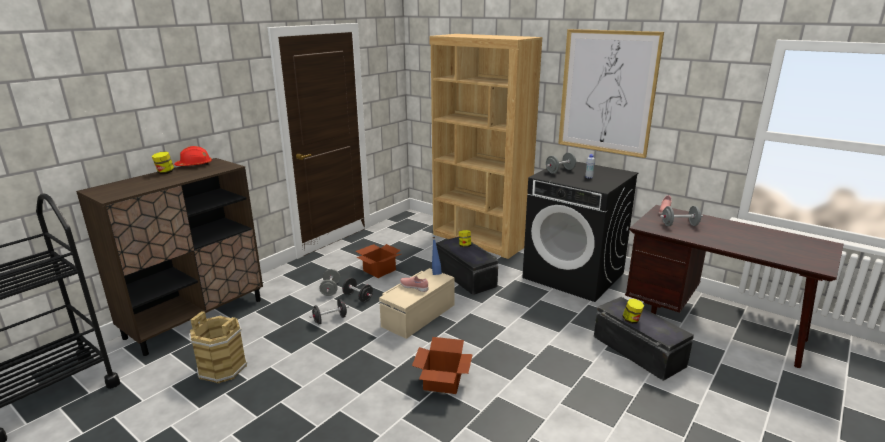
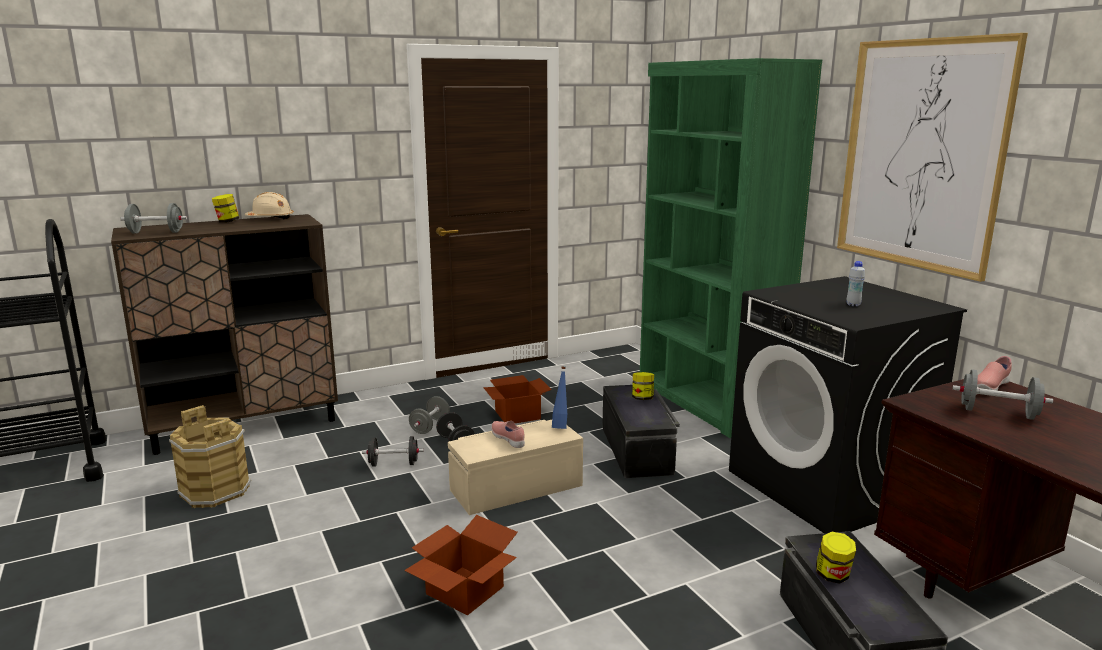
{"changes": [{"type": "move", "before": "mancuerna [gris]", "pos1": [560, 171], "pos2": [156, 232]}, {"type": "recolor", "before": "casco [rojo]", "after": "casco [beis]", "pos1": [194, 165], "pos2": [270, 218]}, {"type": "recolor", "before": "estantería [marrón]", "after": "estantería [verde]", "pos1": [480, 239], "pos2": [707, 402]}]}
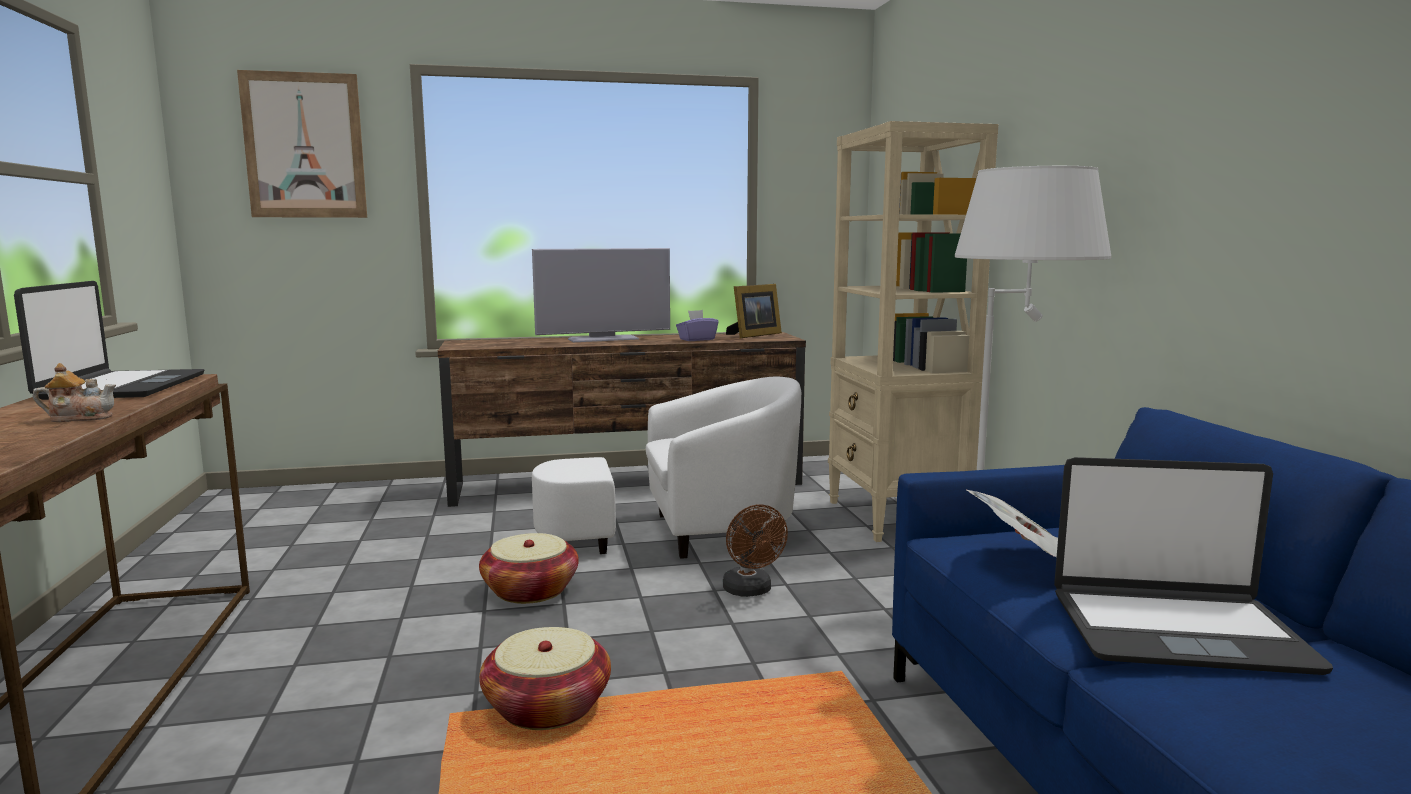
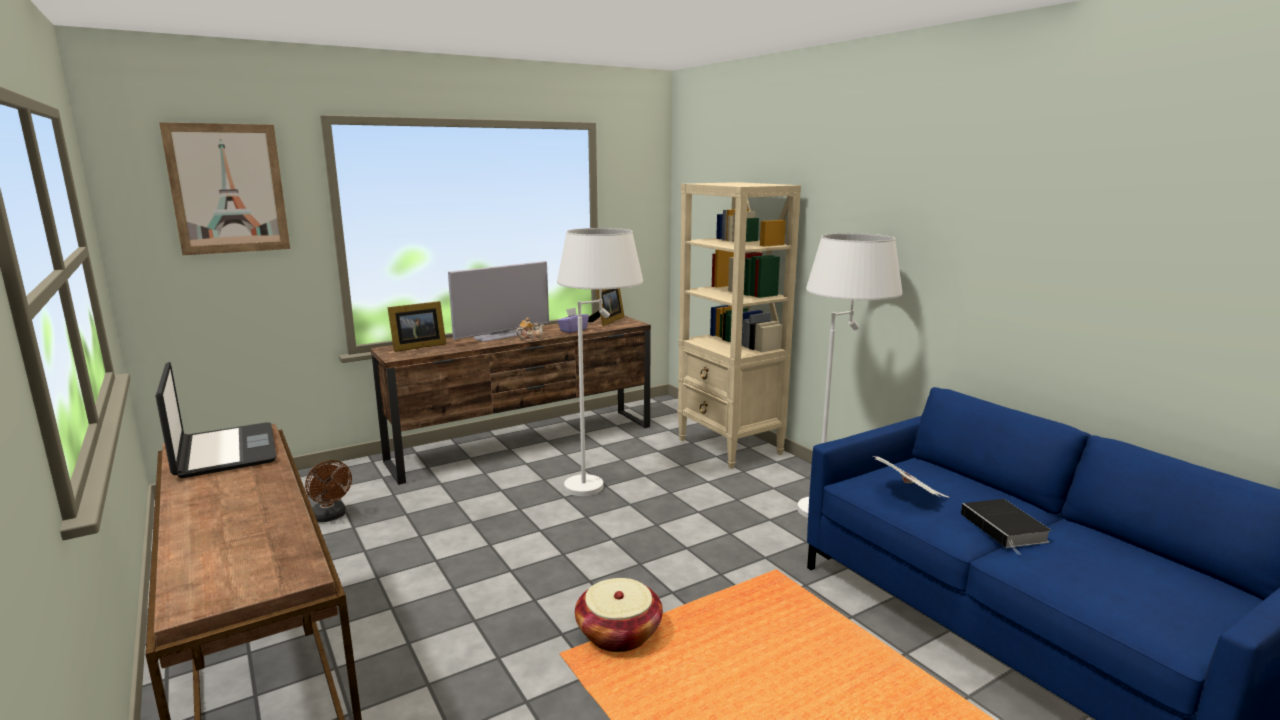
{"changes": [{"type": "delete", "before": "cesta", "pos1": [530, 591]}, {"type": "insert", "after": "portarretratos", "pos2": [416, 346]}, {"type": "move", "before": "tetera", "pos1": [80, 418], "pos2": [530, 339]}, {"type": "move", "before": "ventilador [marrón]", "pos1": [750, 591], "pos2": [330, 517]}, {"type": "replace", "before": "sillón [blanco]", "after": "lámpara de pie [blanco]", "pos1": [686, 534], "pos2": [603, 482]}, {"type": "replace", "before": "portátil", "after": "libro", "pos1": [1177, 631], "pos2": [1006, 529]}]}
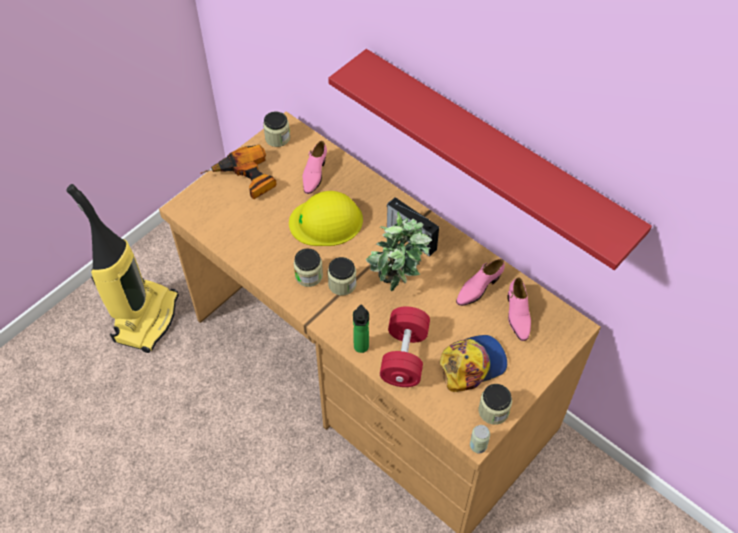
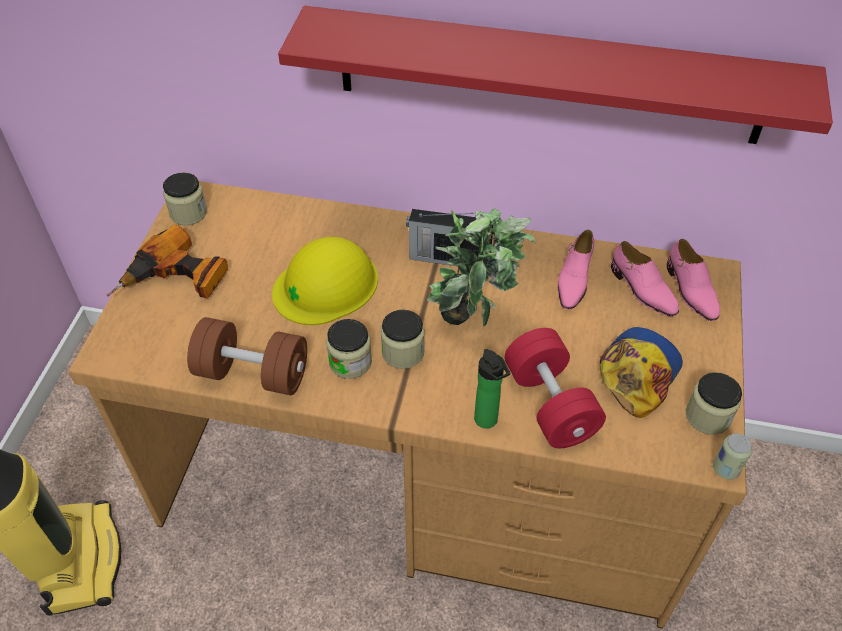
{"changes": [{"type": "insert", "after": "mancuerna [marrón]", "pos2": [252, 373]}, {"type": "move", "before": "zapato [rosa]", "pos1": [314, 174], "pos2": [690, 291]}]}
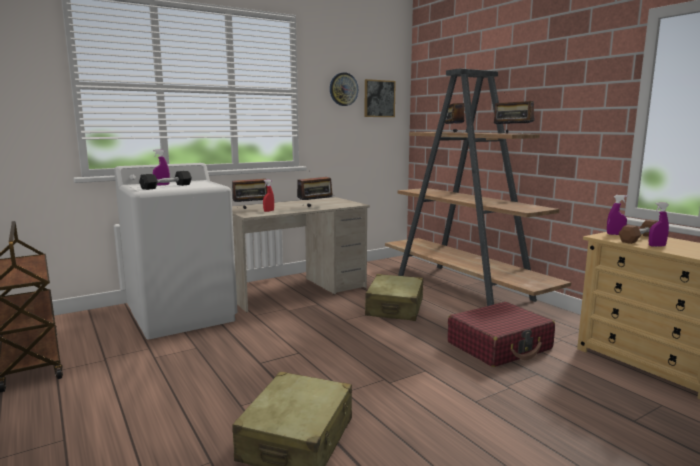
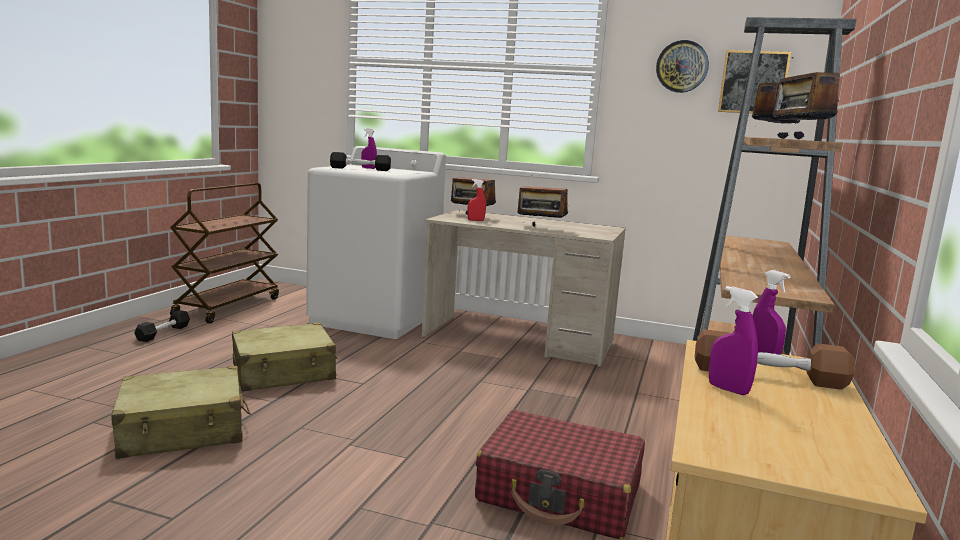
{"changes": [{"type": "insert", "after": "mancuerna [negro]", "pos2": [163, 333]}, {"type": "move", "before": "maleta [beis]", "pos1": [395, 308], "pos2": [284, 373]}]}
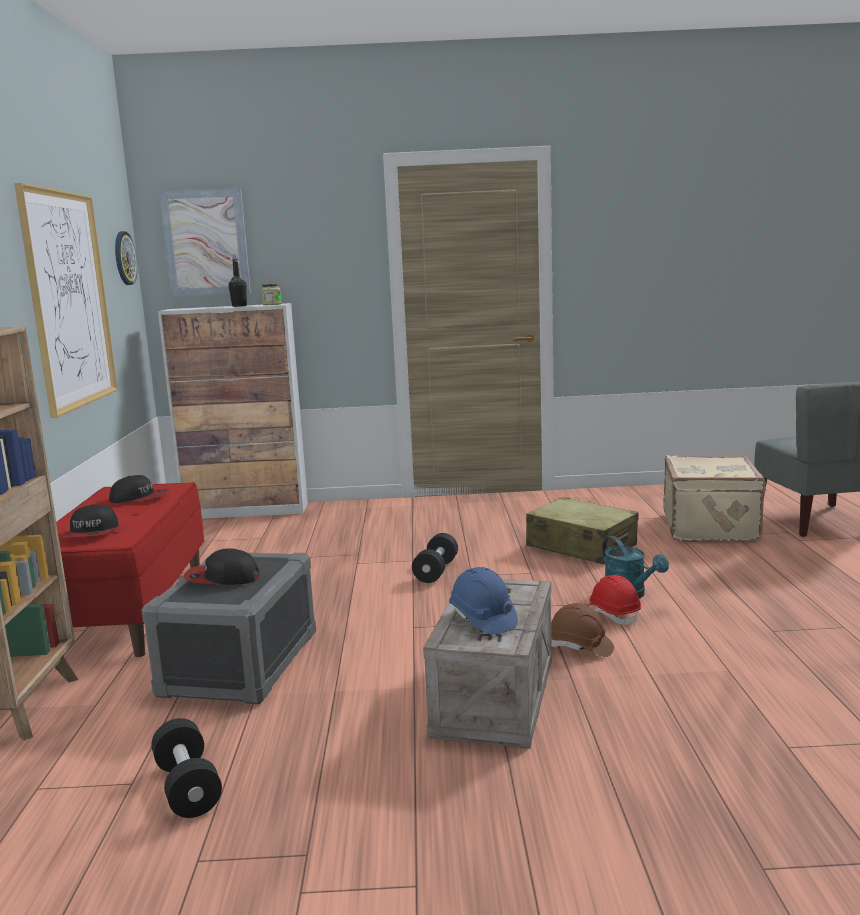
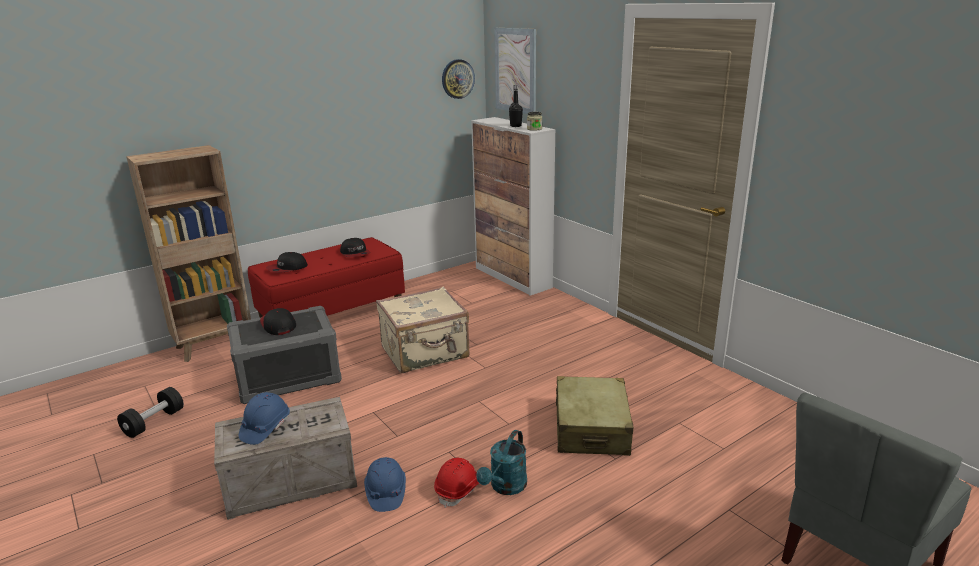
{"changes": [{"type": "delete", "before": "cuadro", "pos1": [69, 299]}, {"type": "delete", "before": "mancuerna [negro]", "pos1": [436, 571]}, {"type": "move", "before": "maleta [beis]", "pos1": [712, 527], "pos2": [425, 353]}, {"type": "recolor", "before": "casco [marrón]", "after": "casco [azul]", "pos1": [580, 647], "pos2": [385, 493]}]}
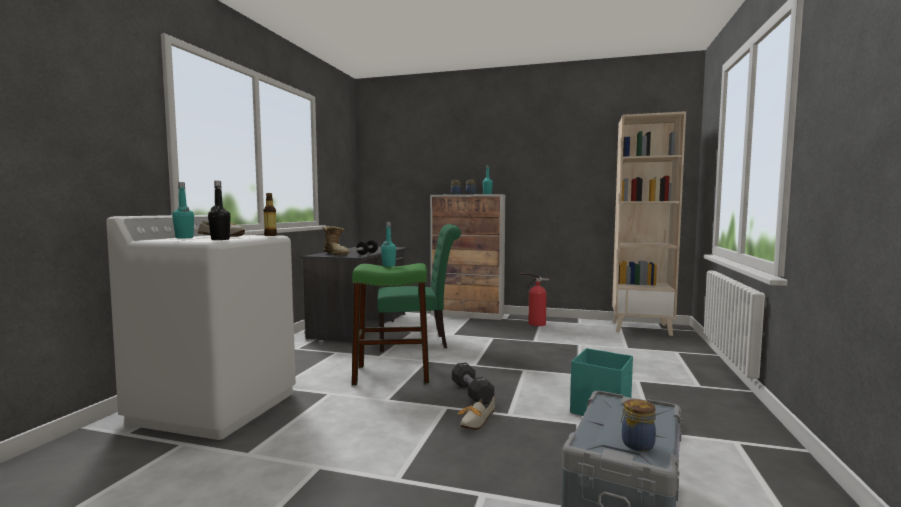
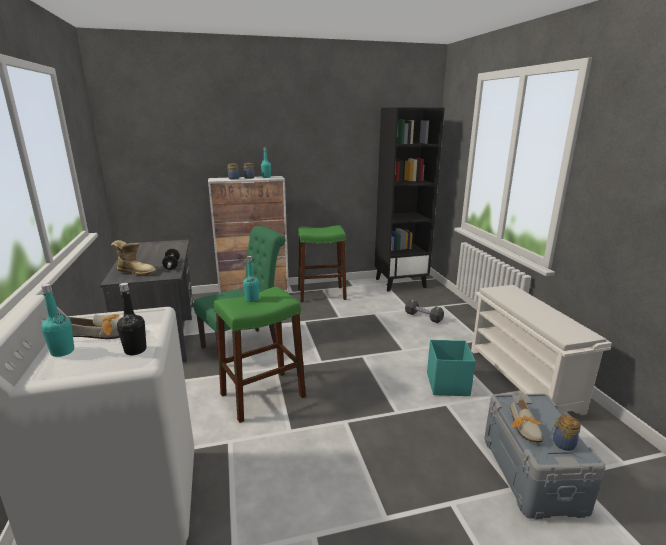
{"changes": [{"type": "delete", "before": "botella", "pos1": [270, 235]}, {"type": "insert", "after": "zapatero [blanco]", "pos2": [523, 379]}, {"type": "move", "before": "mancuerna [negro]", "pos1": [471, 393], "pos2": [423, 317]}, {"type": "move", "before": "zapato", "pos1": [475, 422], "pos2": [525, 428]}, {"type": "replace", "before": "extintor", "after": "taburete [verde]", "pos1": [535, 324], "pos2": [321, 294]}, {"type": "recolor", "before": "estantería [beis]", "after": "estantería [negro]", "pos1": [641, 328], "pos2": [400, 283]}]}
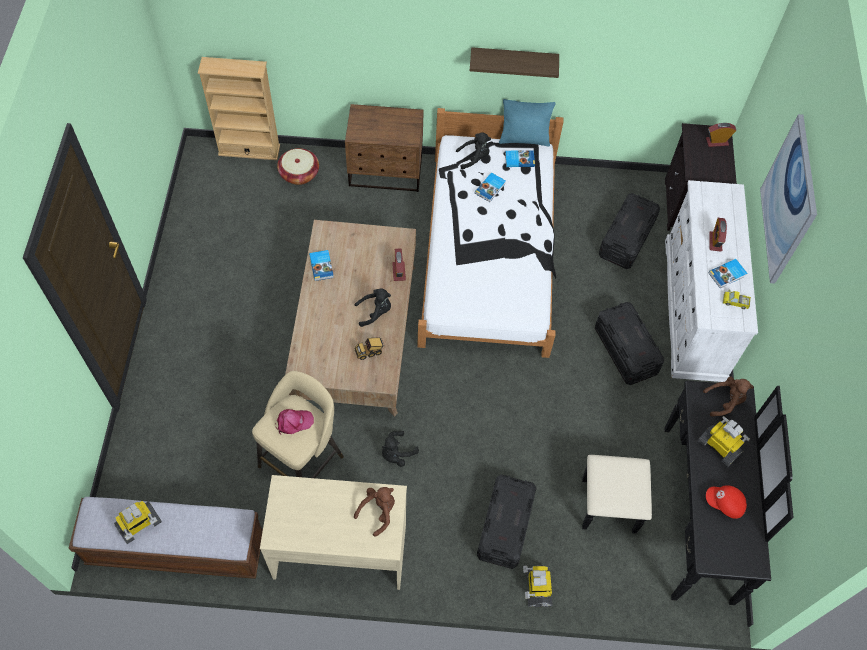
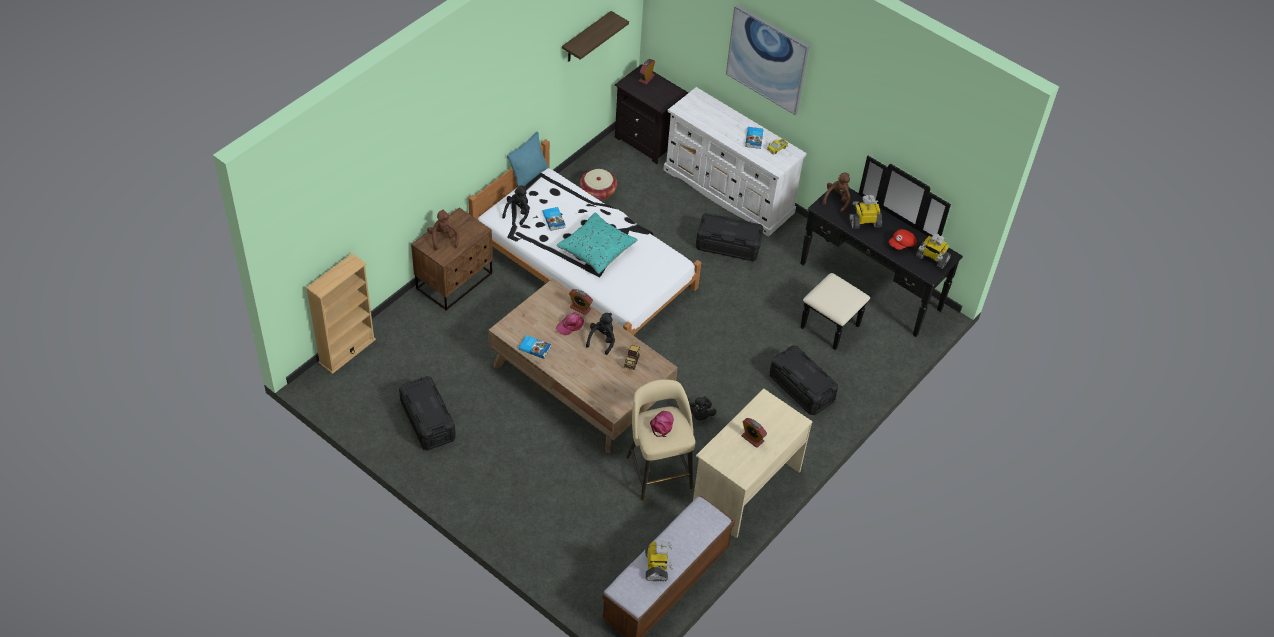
{"changes": [{"type": "delete", "before": "libro", "pos1": [519, 159]}, {"type": "insert", "after": "cojín [turquesa]", "pos2": [596, 250]}, {"type": "insert", "after": "gorra [rosa]", "pos2": [570, 325]}, {"type": "move", "before": "cesta", "pos1": [299, 174], "pos2": [598, 191]}, {"type": "move", "before": "peluche [marrón]", "pos1": [378, 511], "pos2": [443, 239]}, {"type": "move", "before": "estante", "pos1": [513, 61], "pos2": [586, 38]}, {"type": "move", "before": "robot de juguete", "pos1": [537, 588], "pos2": [931, 258]}, {"type": "move", "before": "caja de almacenaje [negro]", "pos1": [626, 239], "pos2": [428, 421]}, {"type": "move", "before": "despertador", "pos1": [715, 242], "pos2": [752, 438]}]}
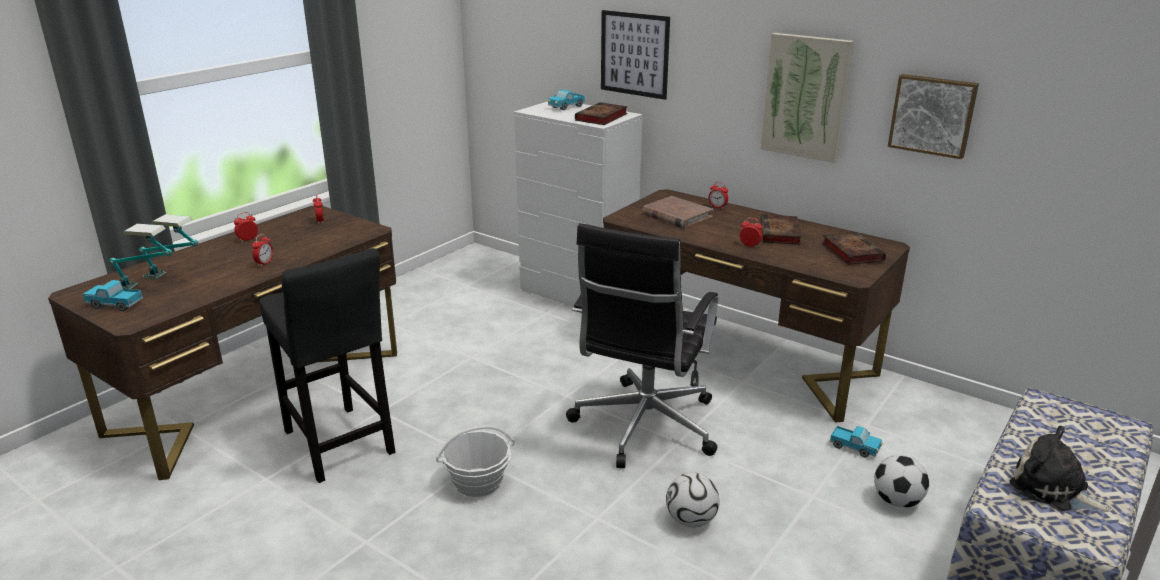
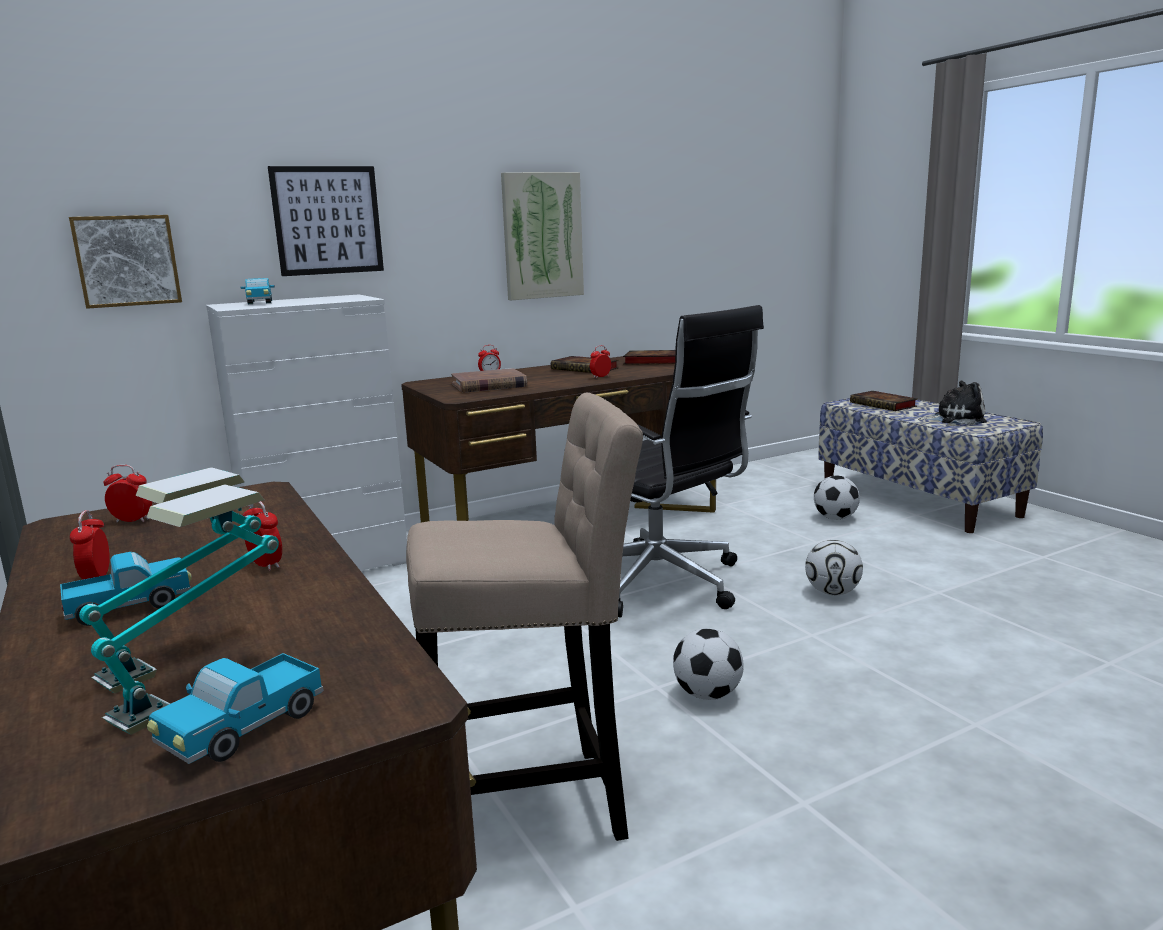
{"changes": [{"type": "move", "before": "libro", "pos1": [601, 118], "pos2": [884, 405]}, {"type": "move", "before": "camión de juguete", "pos1": [855, 448], "pos2": [131, 607]}, {"type": "move", "before": "cuadro", "pos1": [932, 115], "pos2": [127, 261]}, {"type": "replace", "before": "cesta", "after": "balón de fútbol", "pos1": [478, 482], "pos2": [707, 694]}, {"type": "recolor", "before": "taburete [negro]", "after": "taburete [beis]", "pos1": [339, 446], "pos2": [534, 805]}, {"type": "rotate", "before": "peluche", "pos1": [1053, 489], "pos2": [955, 419], "turn": -150}]}
